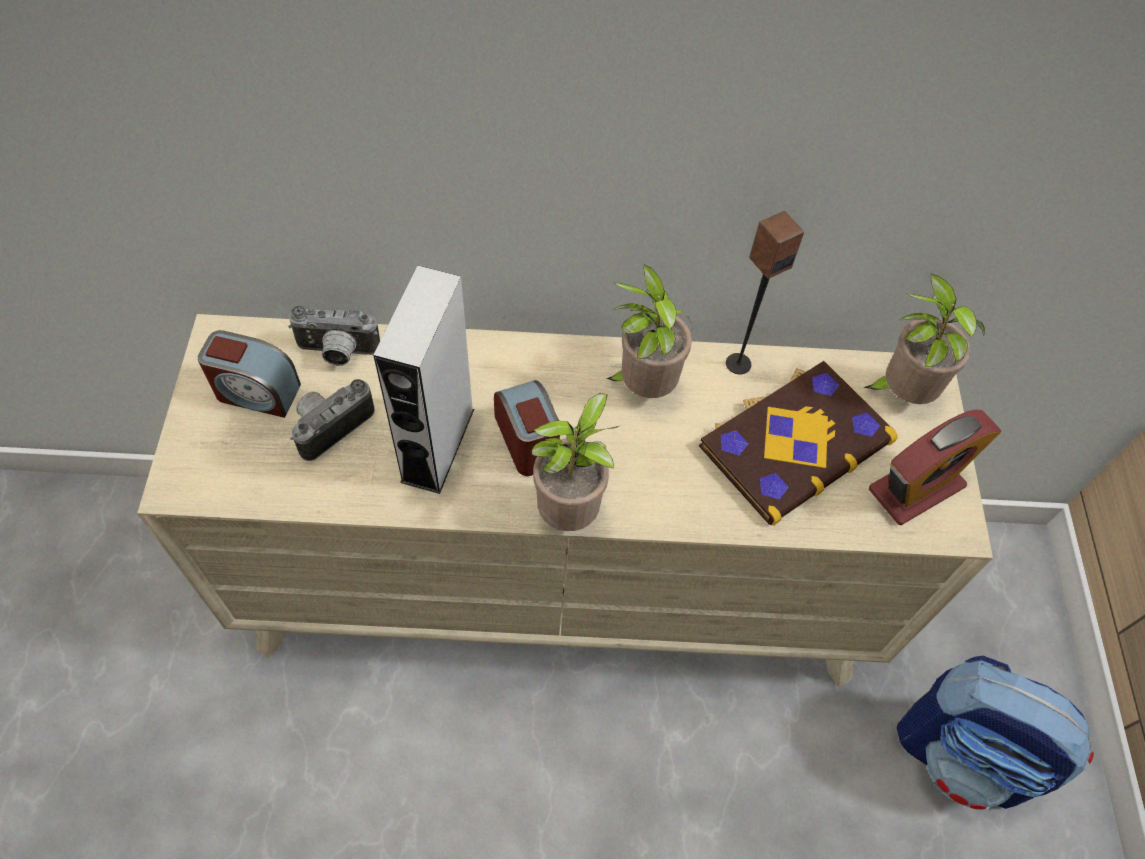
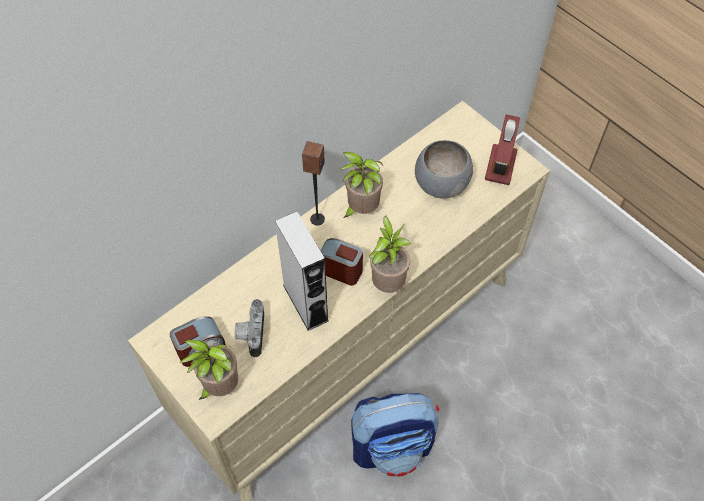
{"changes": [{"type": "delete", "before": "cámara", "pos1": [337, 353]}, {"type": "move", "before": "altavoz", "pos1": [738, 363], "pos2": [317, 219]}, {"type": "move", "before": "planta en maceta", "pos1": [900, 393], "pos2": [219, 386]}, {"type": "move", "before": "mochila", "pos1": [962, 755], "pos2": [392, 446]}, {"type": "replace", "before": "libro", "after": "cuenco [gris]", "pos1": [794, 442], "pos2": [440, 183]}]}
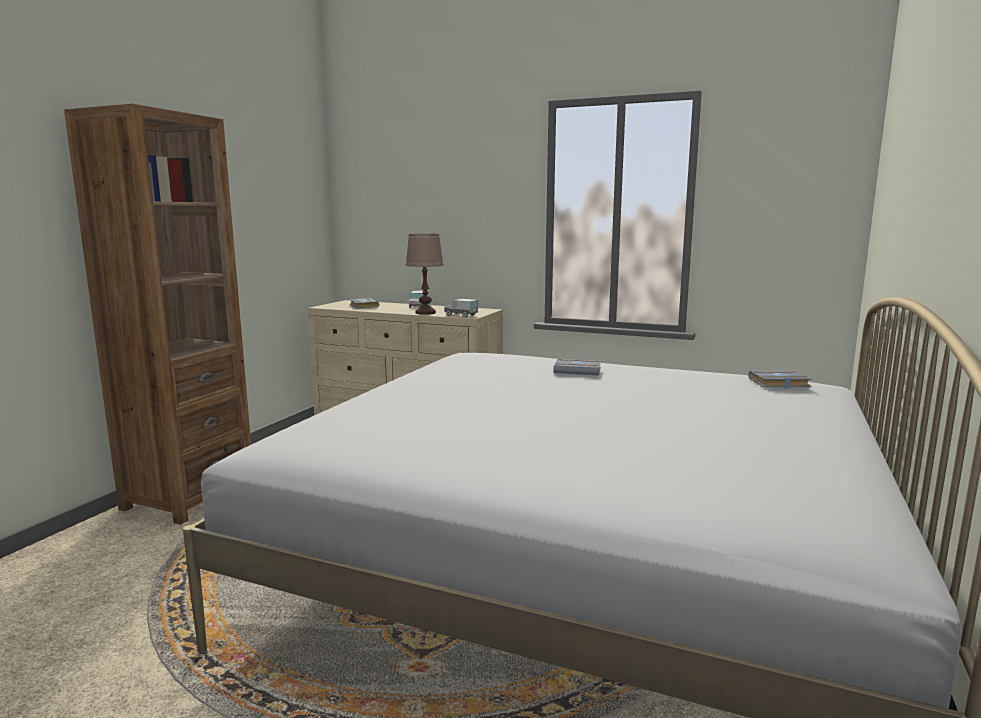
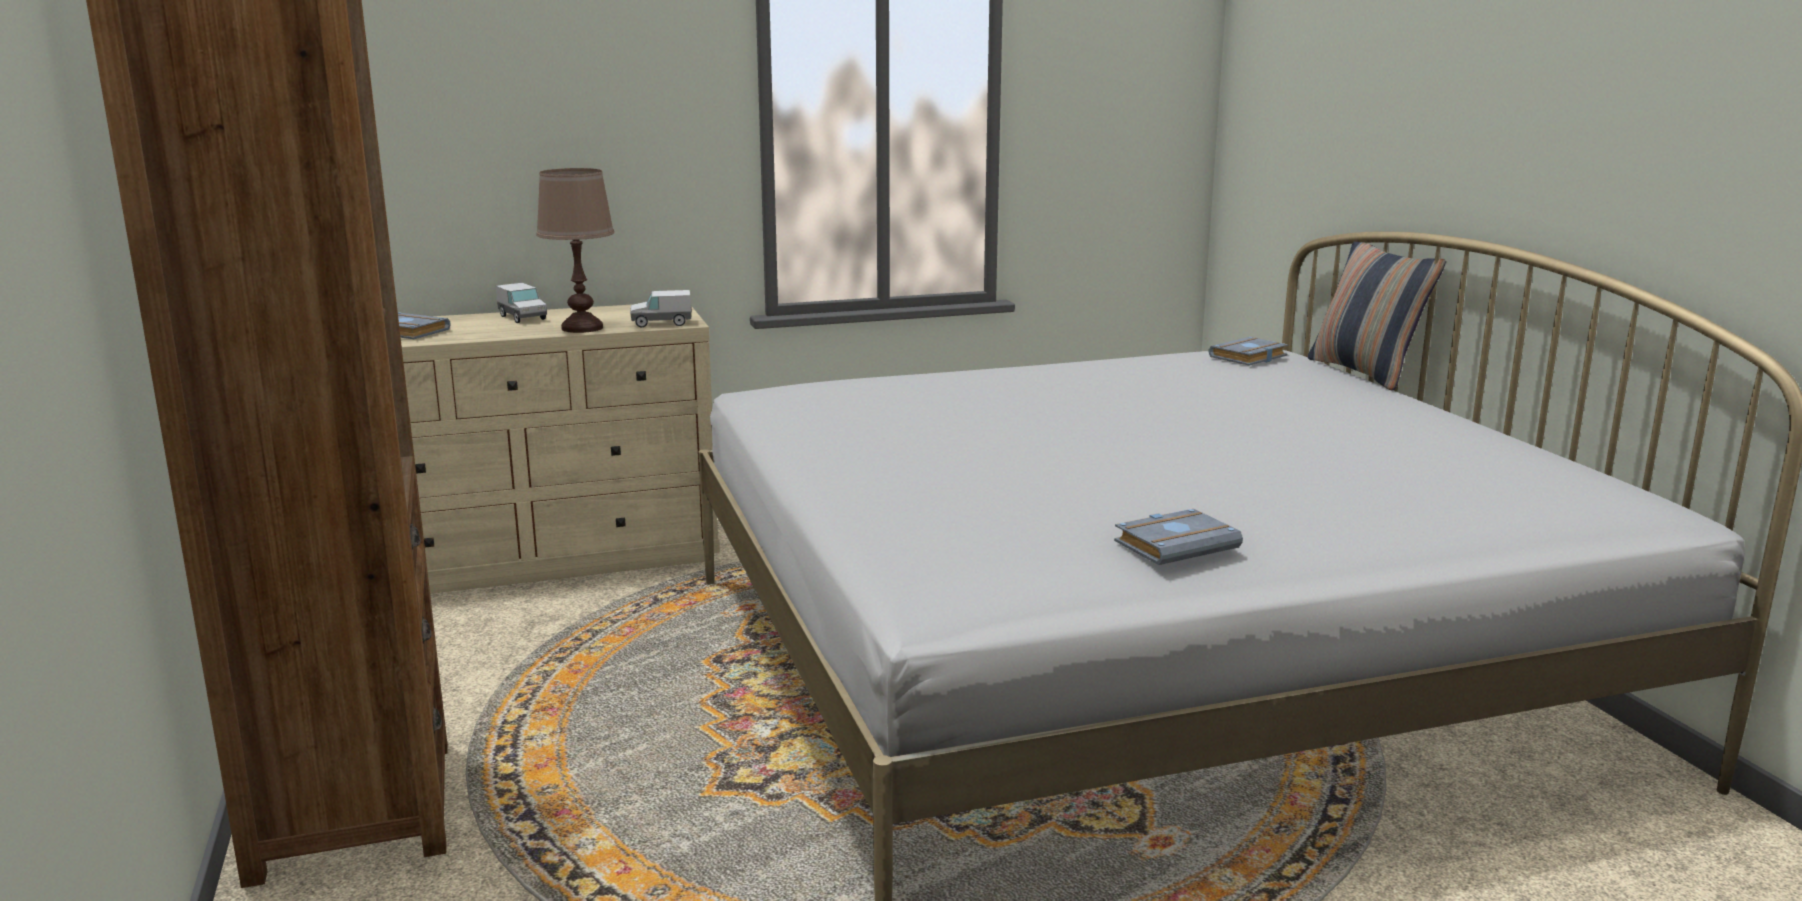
{"changes": [{"type": "insert", "after": "cojín", "pos2": [1365, 373]}, {"type": "move", "before": "libro [gris]", "pos1": [578, 371], "pos2": [1176, 544]}]}
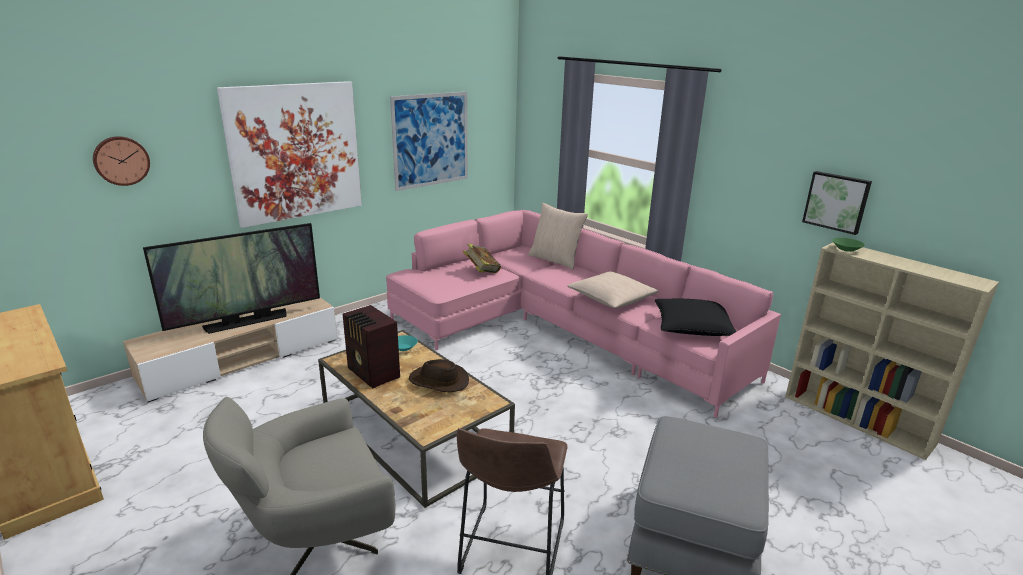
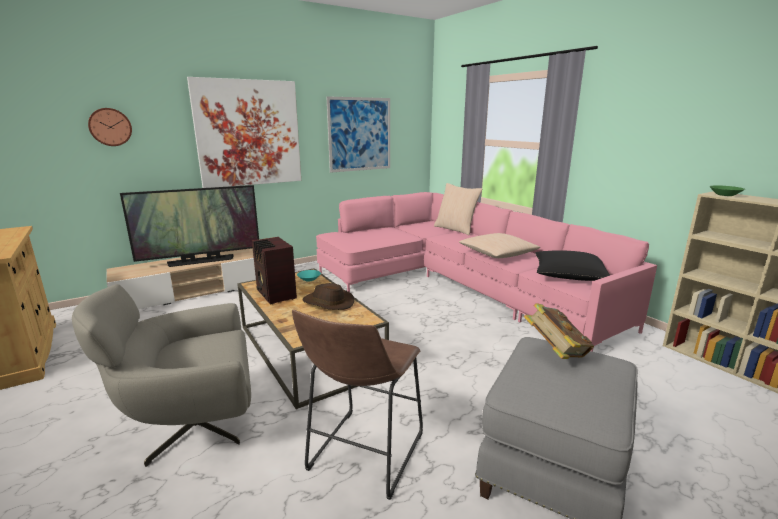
{"changes": [{"type": "delete", "before": "cuadro", "pos1": [836, 202]}, {"type": "move", "before": "libro", "pos1": [482, 271], "pos2": [555, 352]}]}
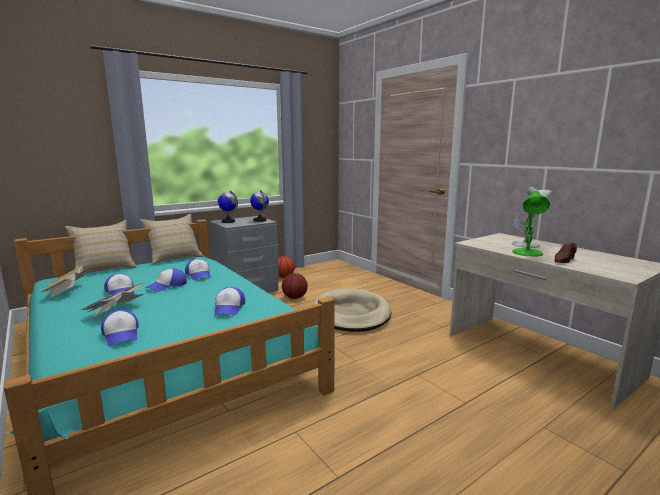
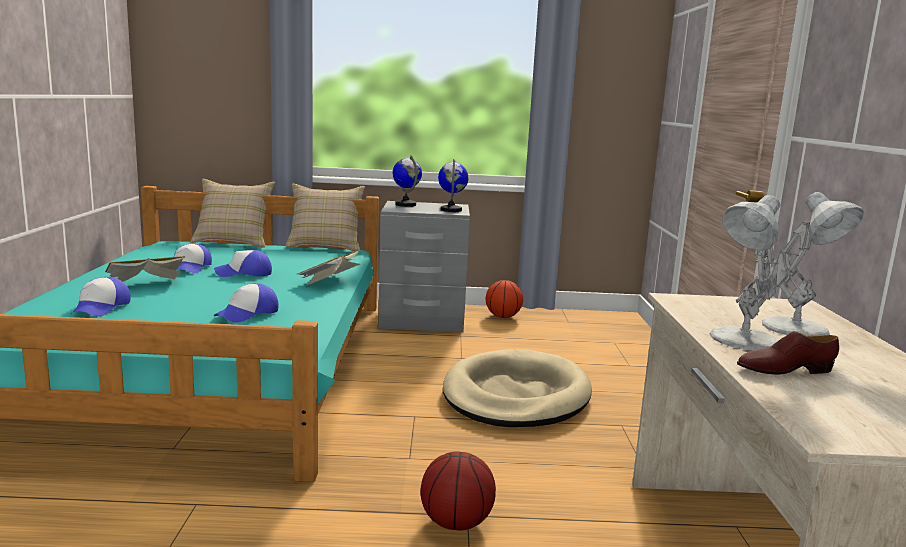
{"changes": [{"type": "delete", "before": "gorra", "pos1": [199, 275]}, {"type": "move", "before": "libro", "pos1": [67, 291], "pos2": [330, 281]}, {"type": "move", "before": "balón de baloncesto", "pos1": [295, 298], "pos2": [456, 523]}, {"type": "recolor", "before": "lámpara de mesa [verde]", "after": "lámpara de mesa [blanco]", "pos1": [527, 253], "pos2": [742, 340]}]}
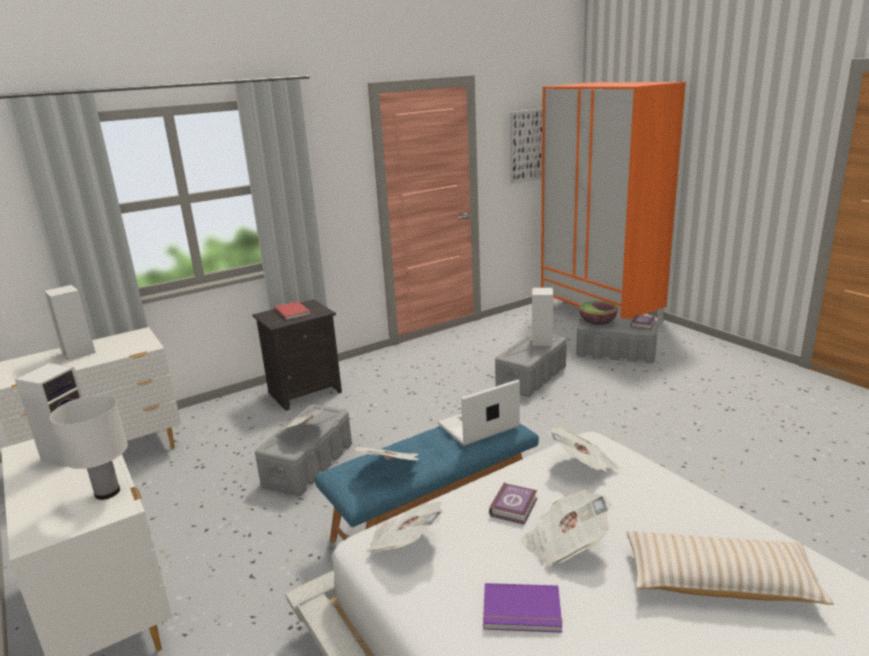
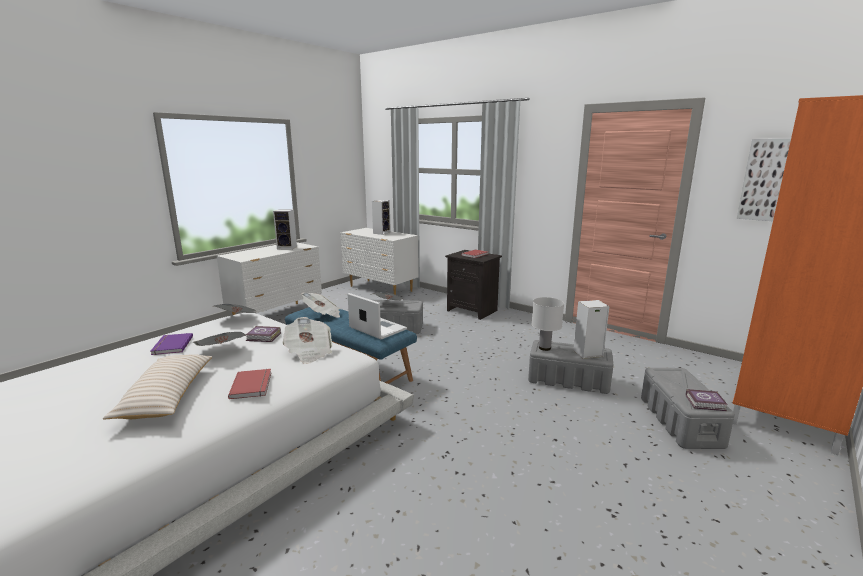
{"changes": [{"type": "delete", "before": "cuenco", "pos1": [597, 323]}, {"type": "insert", "after": "libro [rojo]", "pos2": [253, 385]}, {"type": "move", "before": "lámpara de mesa [blanco]", "pos1": [108, 492], "pos2": [545, 348]}]}
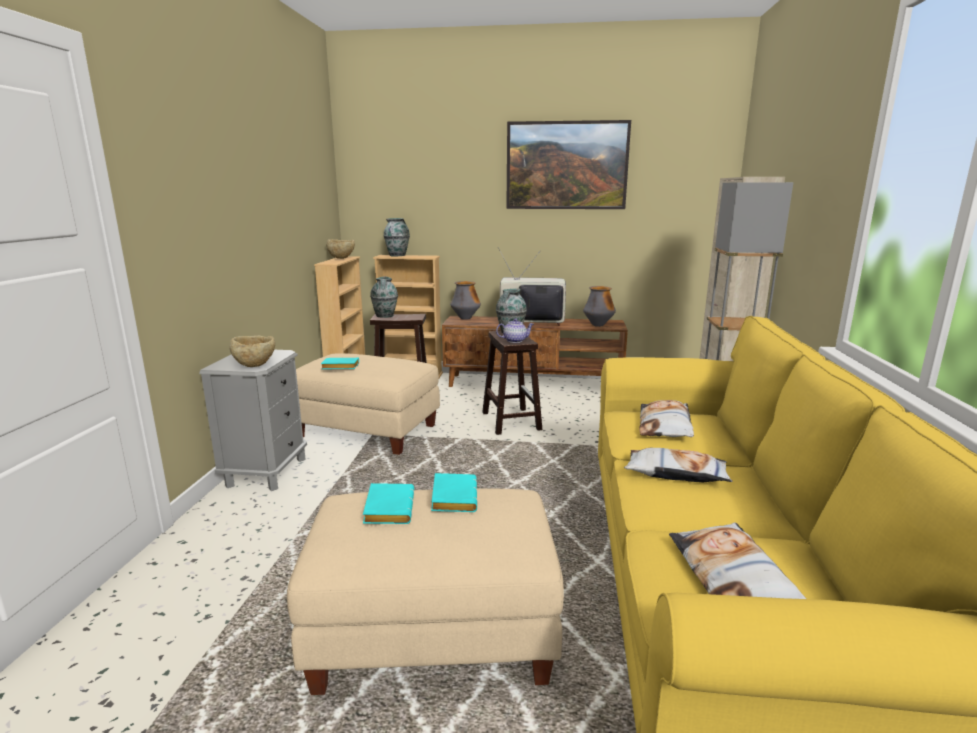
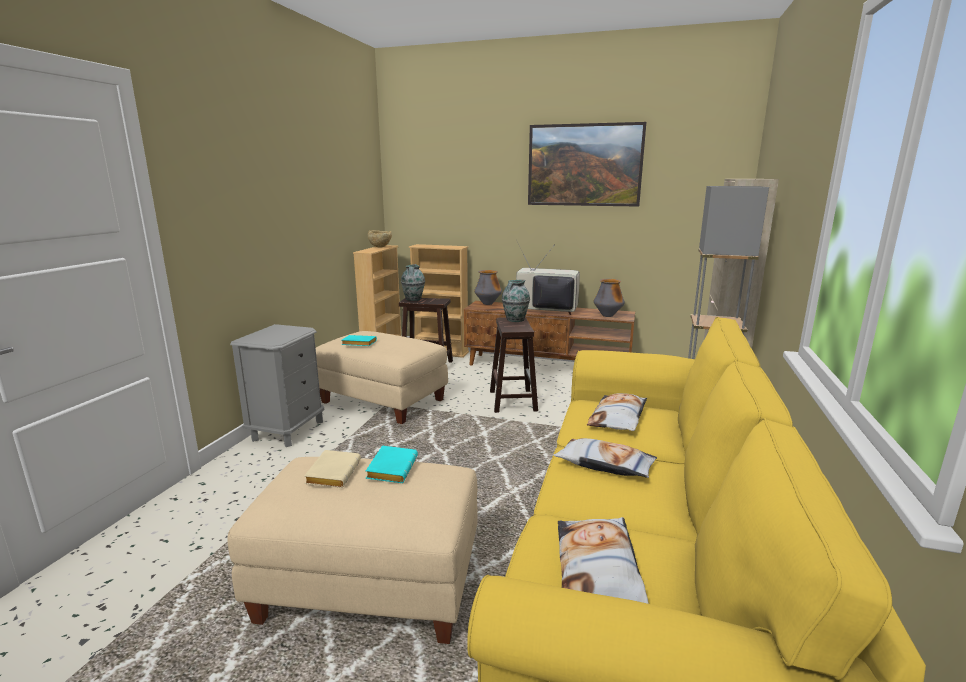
{"changes": [{"type": "delete", "before": "cuenco [beis]", "pos1": [255, 365]}, {"type": "delete", "before": "florero", "pos1": [397, 255]}, {"type": "delete", "before": "tetera", "pos1": [515, 340]}, {"type": "recolor", "before": "libro [turquesa]", "after": "libro [beis]", "pos1": [387, 508], "pos2": [332, 472]}]}
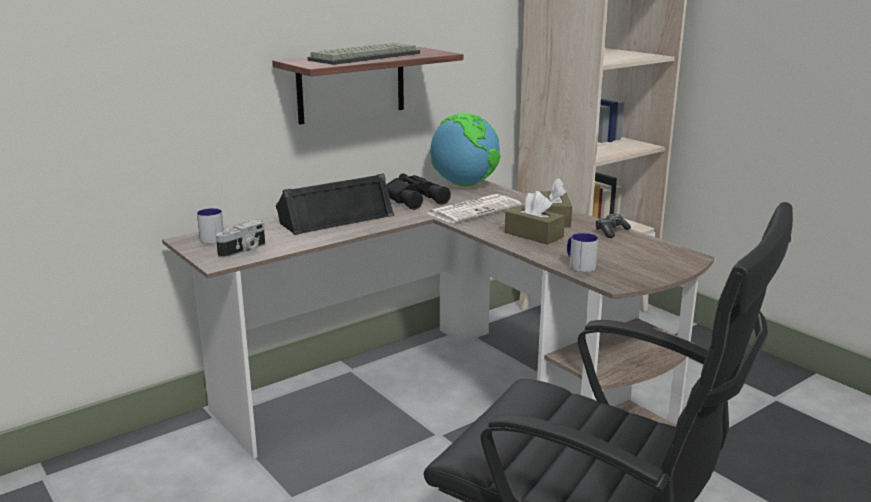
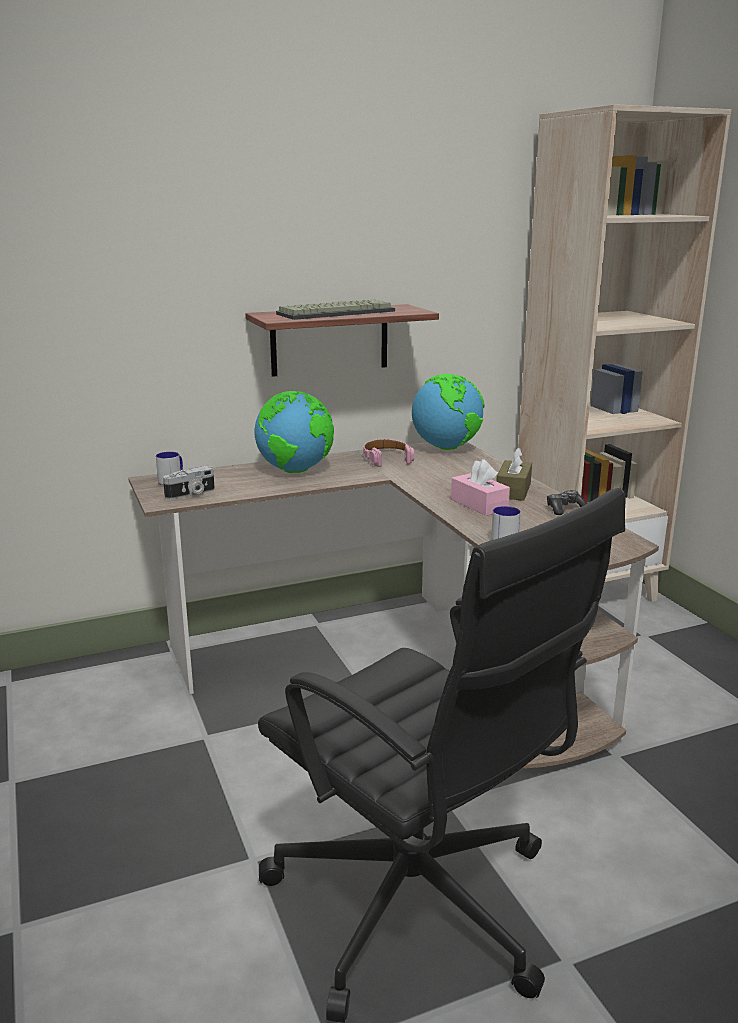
{"changes": [{"type": "delete", "before": "periódico", "pos1": [474, 210]}, {"type": "replace", "before": "altavoz [negro]", "after": "globo terráqueo", "pos1": [335, 218], "pos2": [296, 471]}, {"type": "replace", "before": "prismáticos [negro]", "after": "auriculares [rosa]", "pos1": [415, 199], "pos2": [386, 458]}, {"type": "recolor", "before": "caja de pañuelos [marrón]", "after": "caja de pañuelos [rosa]", "pos1": [533, 235], "pos2": [479, 505]}]}
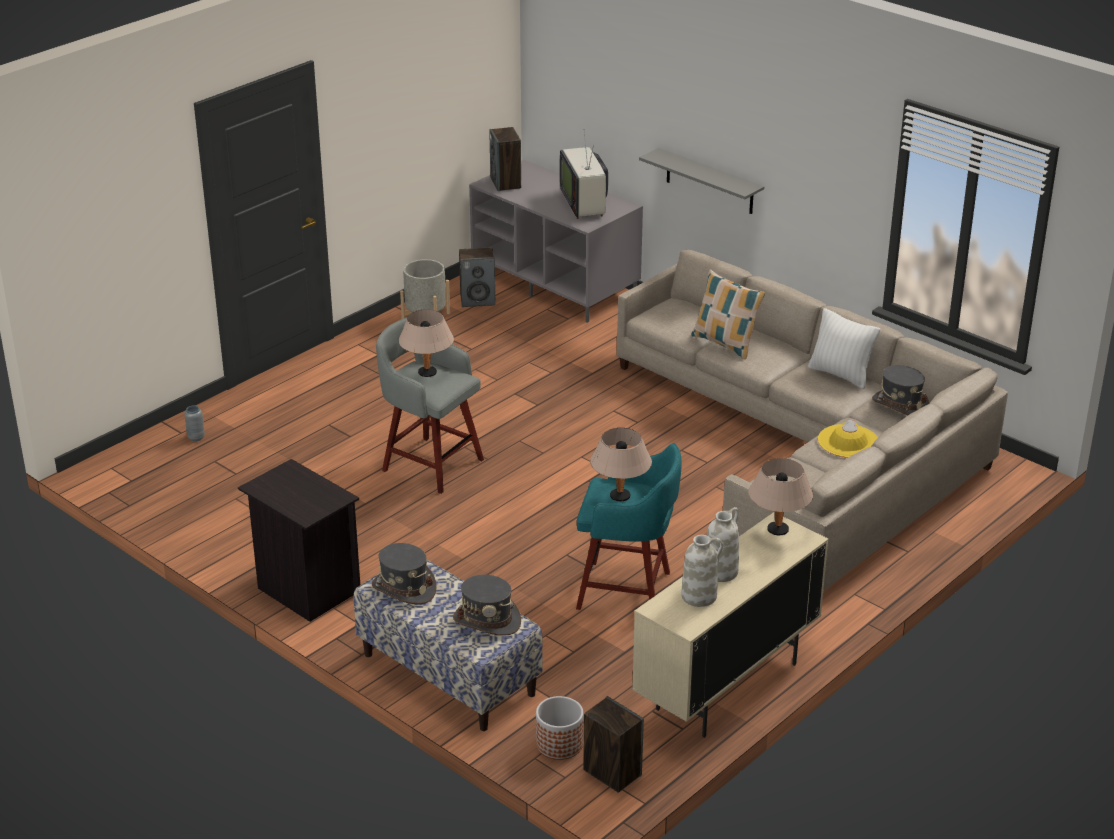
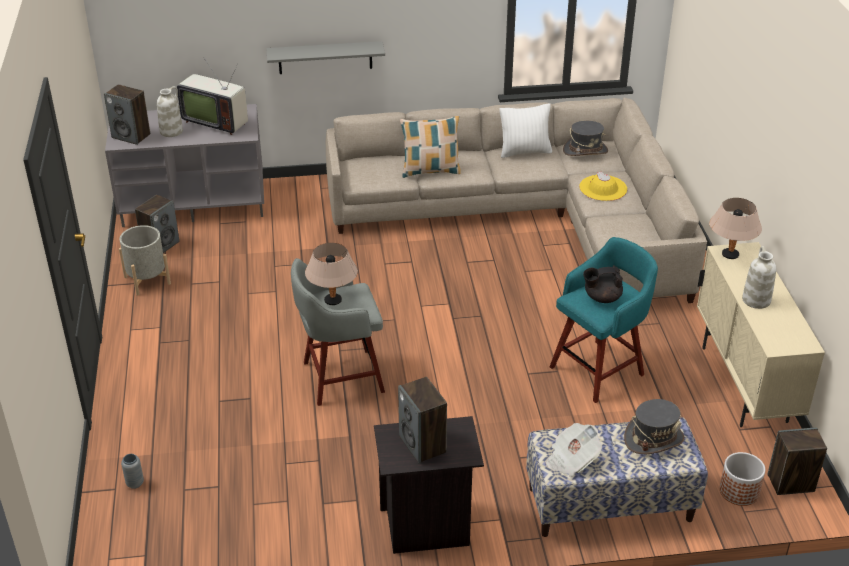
{"changes": [{"type": "insert", "after": "altavoz", "pos2": [423, 444]}, {"type": "move", "before": "florero [blanco]", "pos1": [699, 596], "pos2": [171, 131]}, {"type": "replace", "before": "sombrero [gris]", "after": "periódico", "pos1": [403, 588], "pos2": [571, 460]}, {"type": "replace", "before": "lámpara de mesa [beis]", "after": "tetera [negro]", "pos1": [620, 496], "pos2": [601, 298]}]}
